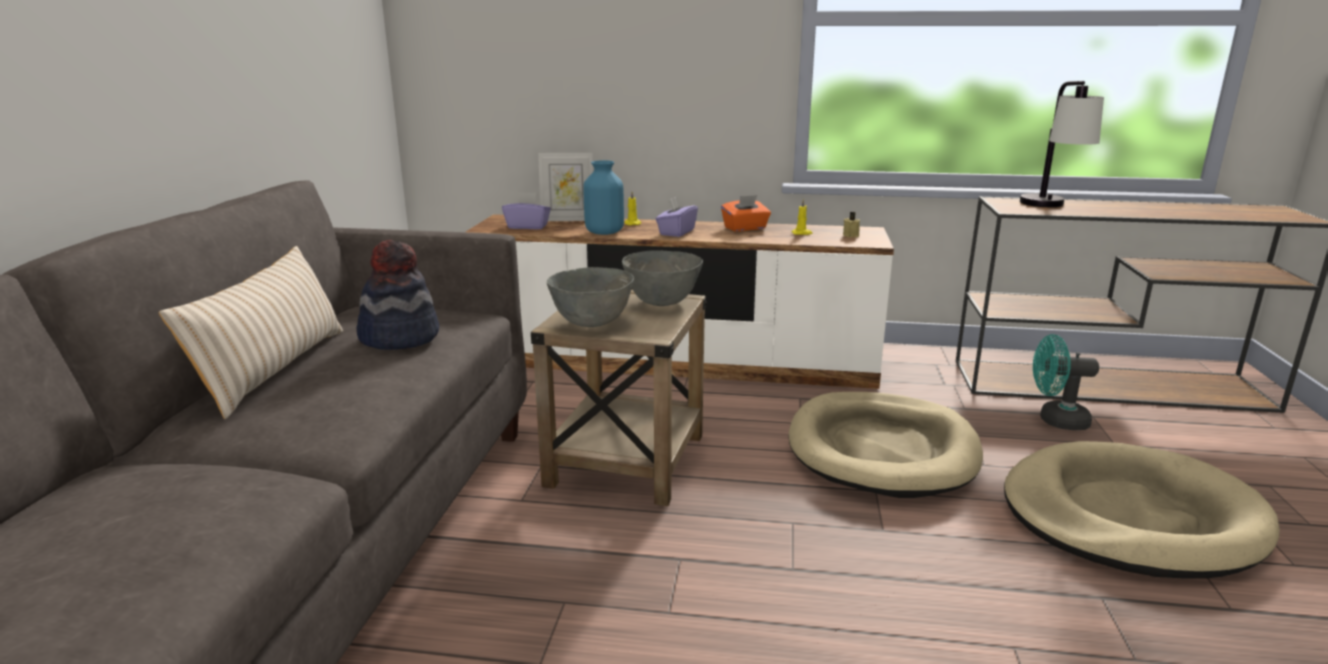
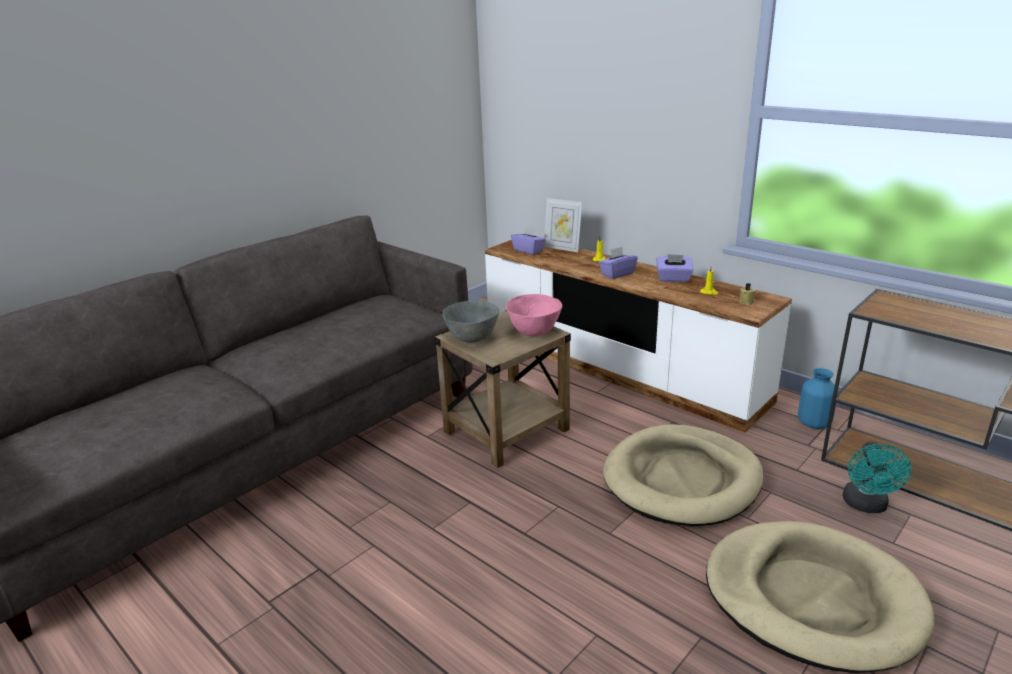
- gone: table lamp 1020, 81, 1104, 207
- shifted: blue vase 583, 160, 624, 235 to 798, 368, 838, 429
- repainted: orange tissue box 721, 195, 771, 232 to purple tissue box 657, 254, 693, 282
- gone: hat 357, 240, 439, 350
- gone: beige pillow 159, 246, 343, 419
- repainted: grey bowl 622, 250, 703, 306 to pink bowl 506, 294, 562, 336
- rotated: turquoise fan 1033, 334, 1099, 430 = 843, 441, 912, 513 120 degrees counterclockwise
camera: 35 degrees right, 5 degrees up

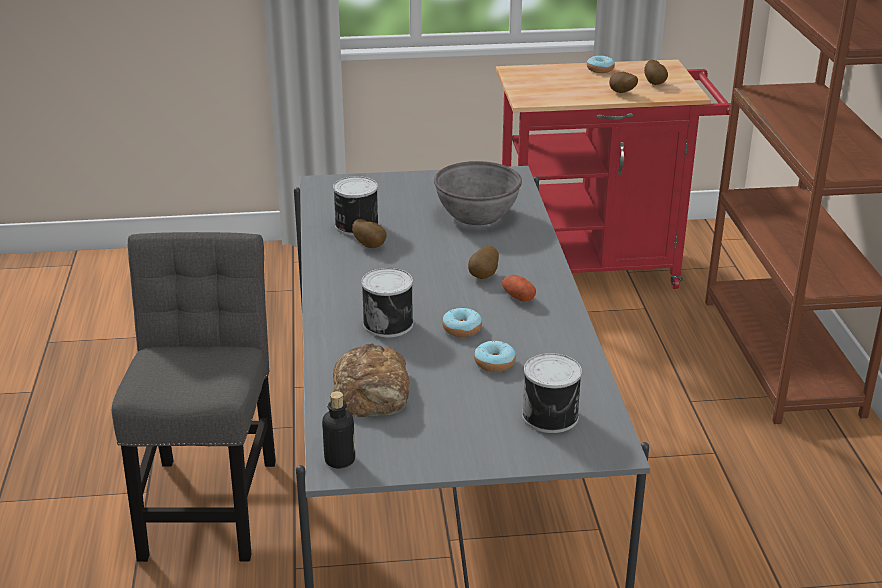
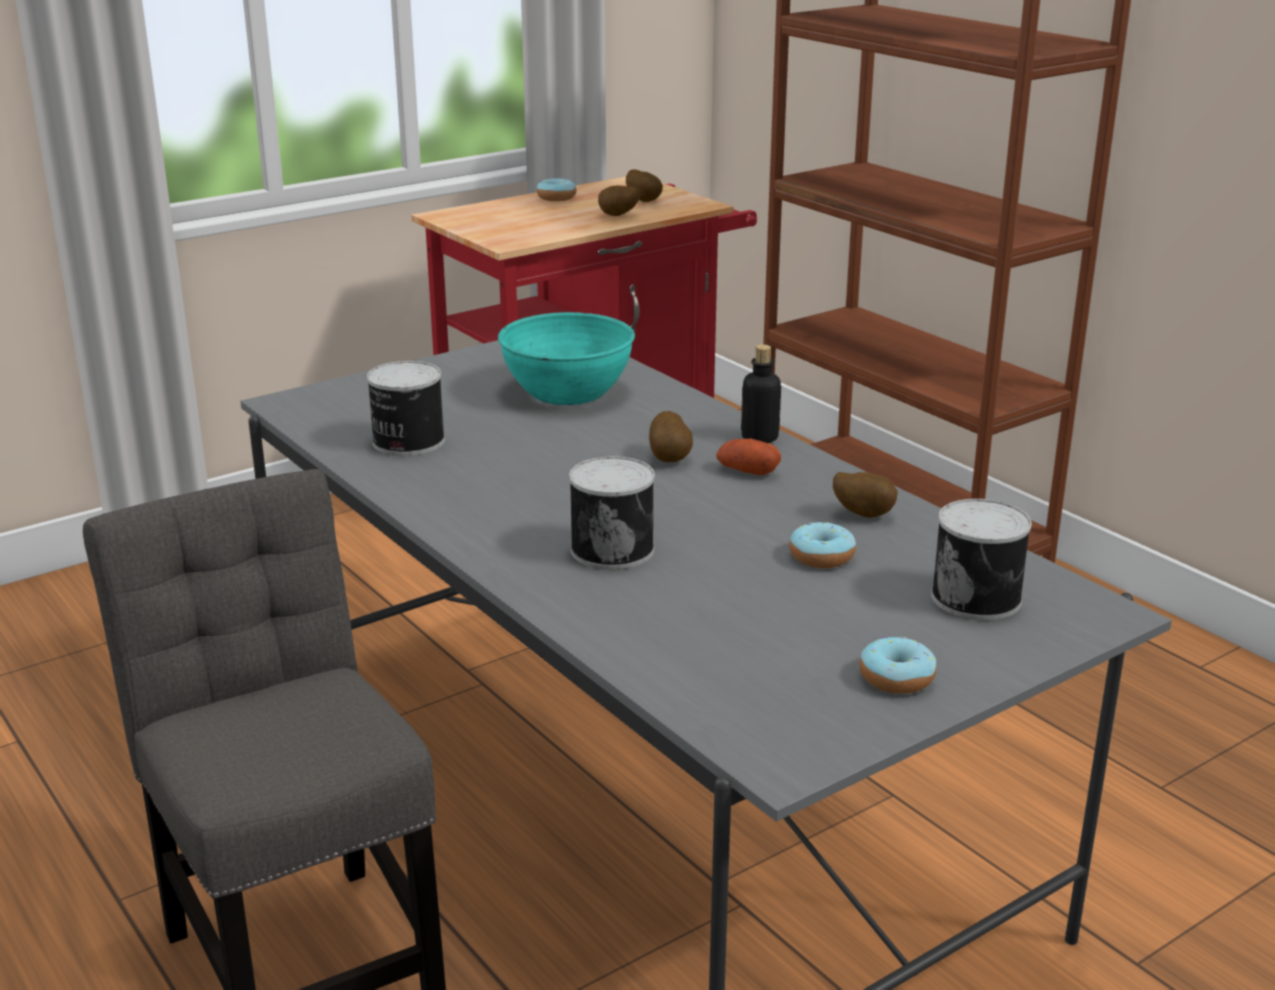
- repainted: grey bowl 434, 161, 522, 225 to turquoise bowl 498, 312, 635, 405
- shifted: potato 352, 219, 386, 248 to 833, 472, 898, 518
- shifted: donut 442, 307, 482, 337 to 859, 637, 937, 694
- gone: bread 333, 343, 410, 418
- shifted: bottle 322, 391, 355, 468 to 741, 344, 781, 443
camera: 30 degrees left, 5 degrees down

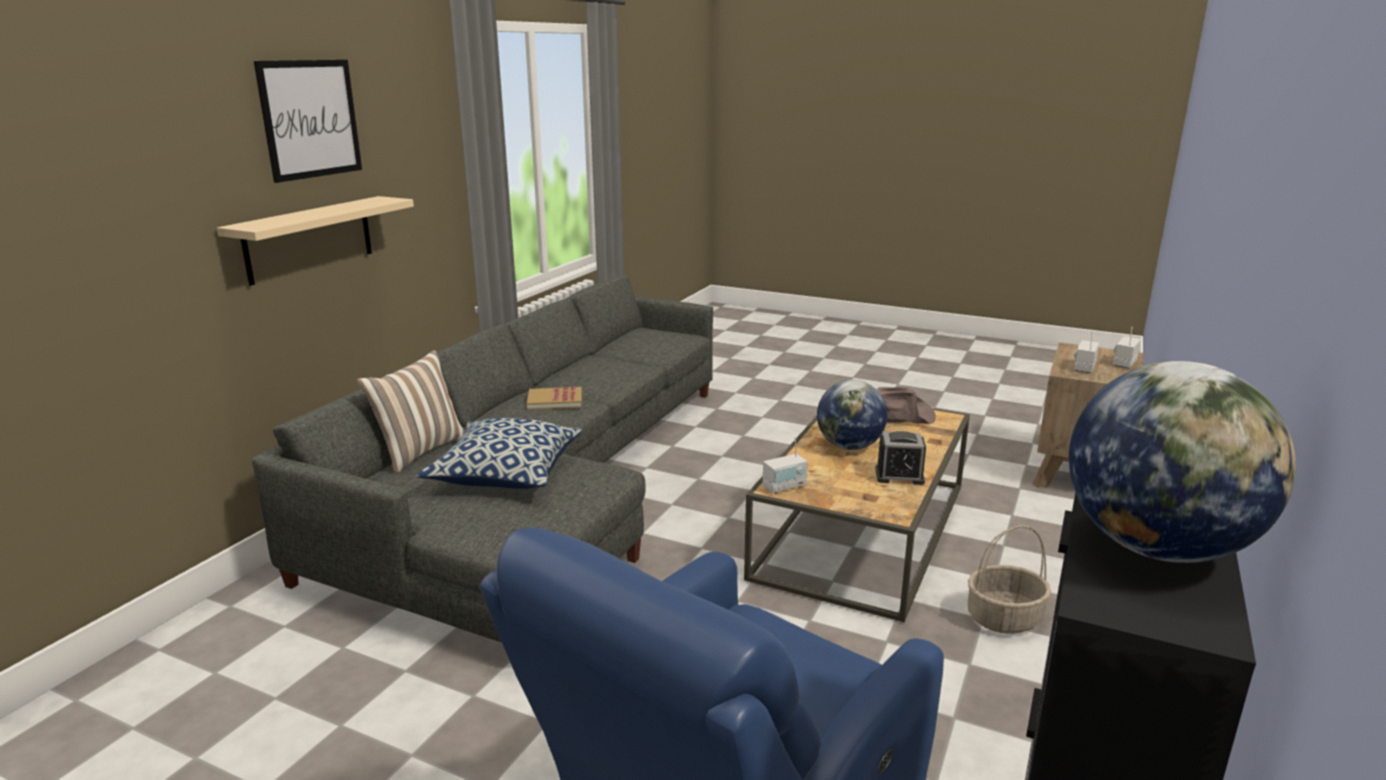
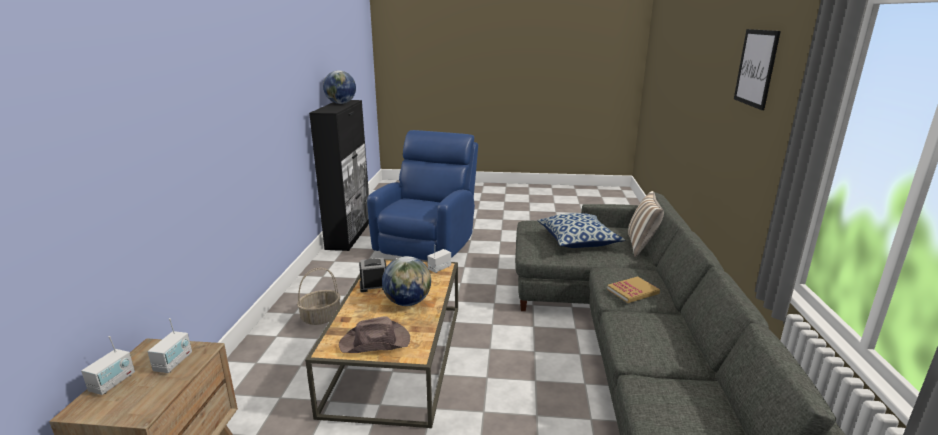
- gone: beige shelf 217, 196, 414, 286
camera: 160 degrees right, 0 degrees up

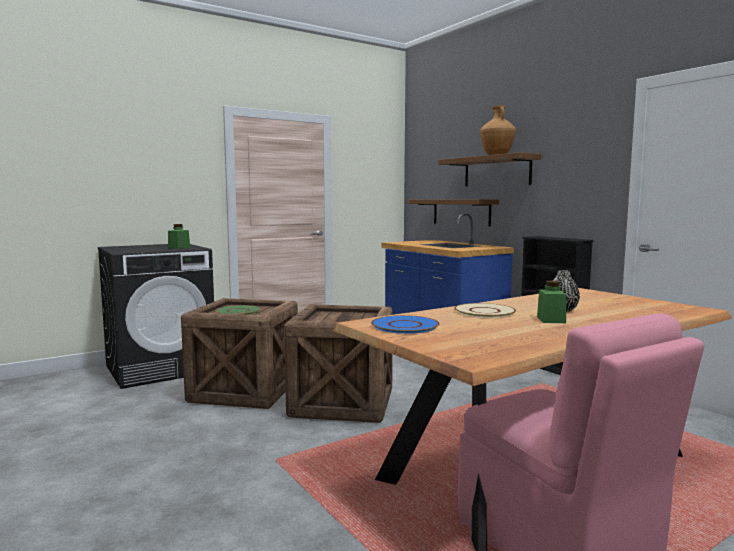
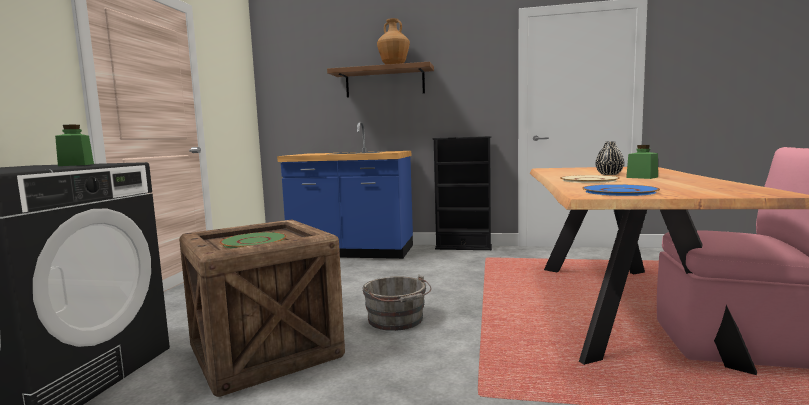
- gone: brown shelf 409, 199, 499, 227
- swapped: crate 284, 304, 393, 423 to grey bucket 362, 274, 432, 331
camera: 45 degrees left, 0 degrees up

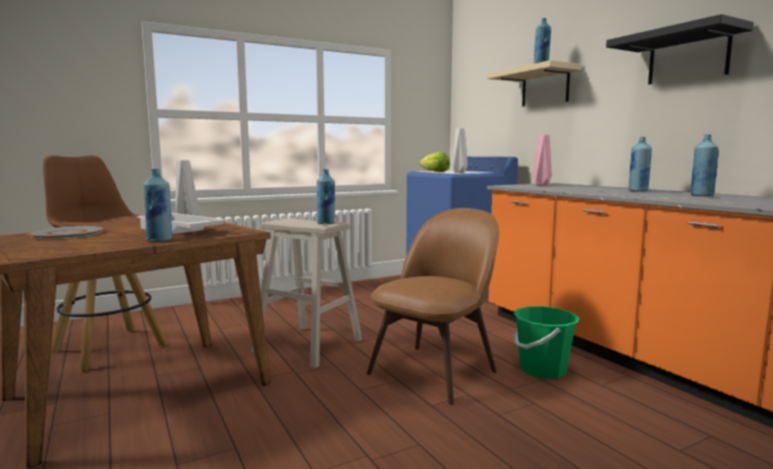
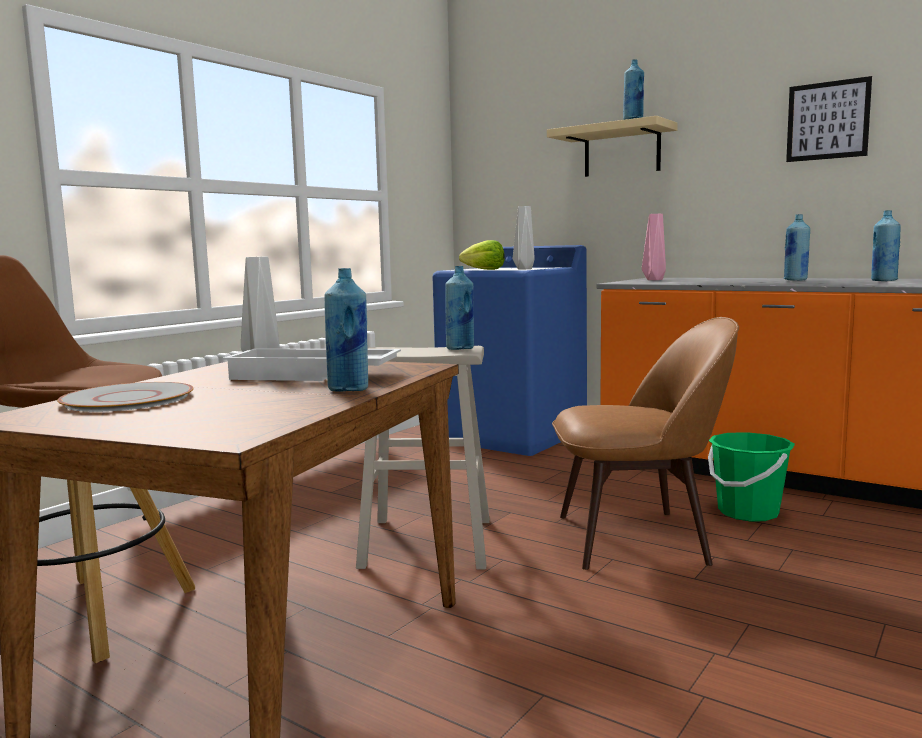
- swapped: black shelf 606, 14, 754, 84 to picture 786, 76, 872, 162
- rotated: brown chair 367, 208, 499, 405 = 552, 317, 739, 570 75 degrees clockwise
camera: 25 degrees left, 0 degrees up

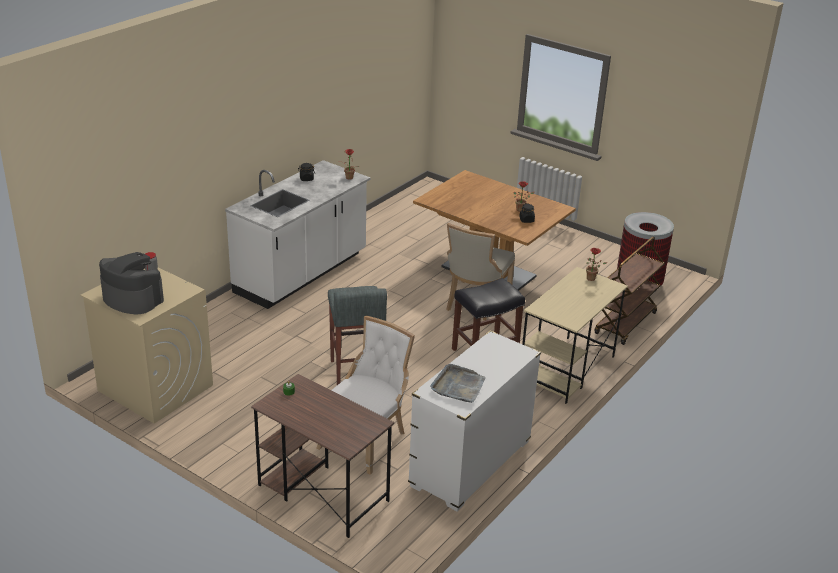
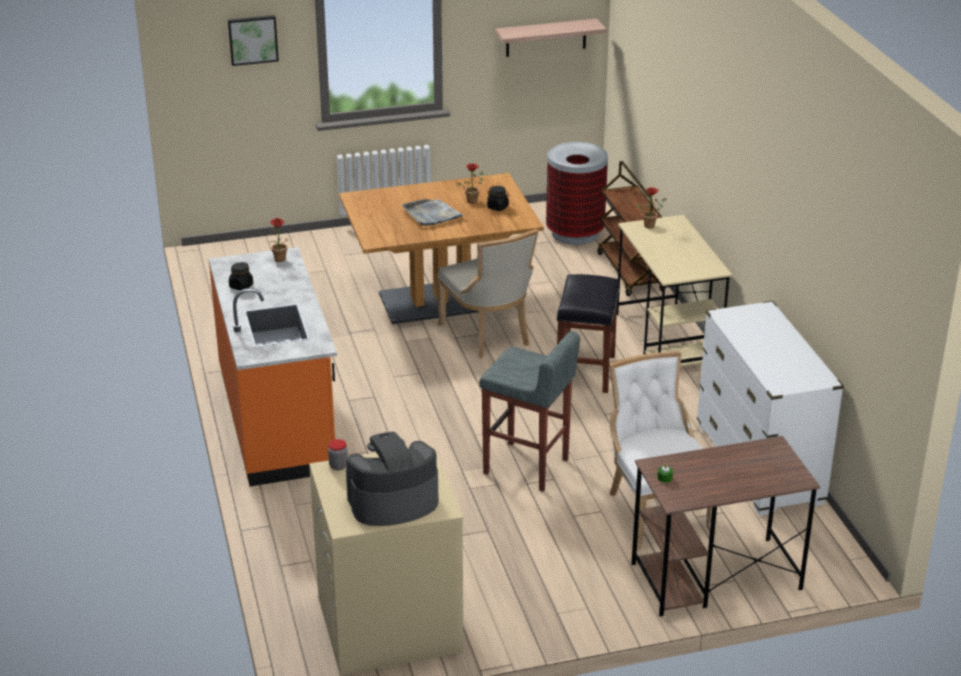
- repainted: white counter 225, 160, 370, 309 to orange counter 208, 247, 337, 486
- shifted: grey tray 430, 364, 486, 403 to 403, 199, 464, 226
- new: picture 228, 15, 279, 66
- new: shelf 495, 19, 607, 57
camera: 50 degrees left, 0 degrees up

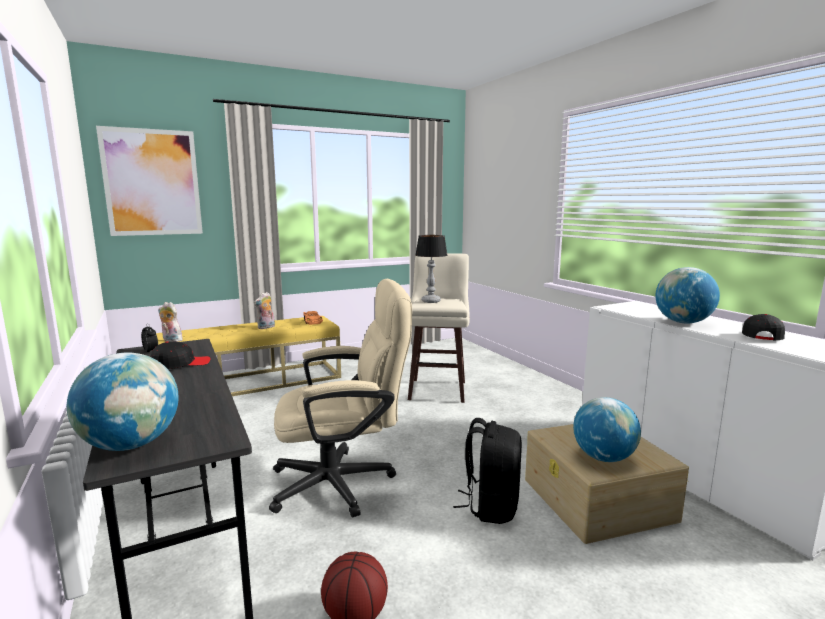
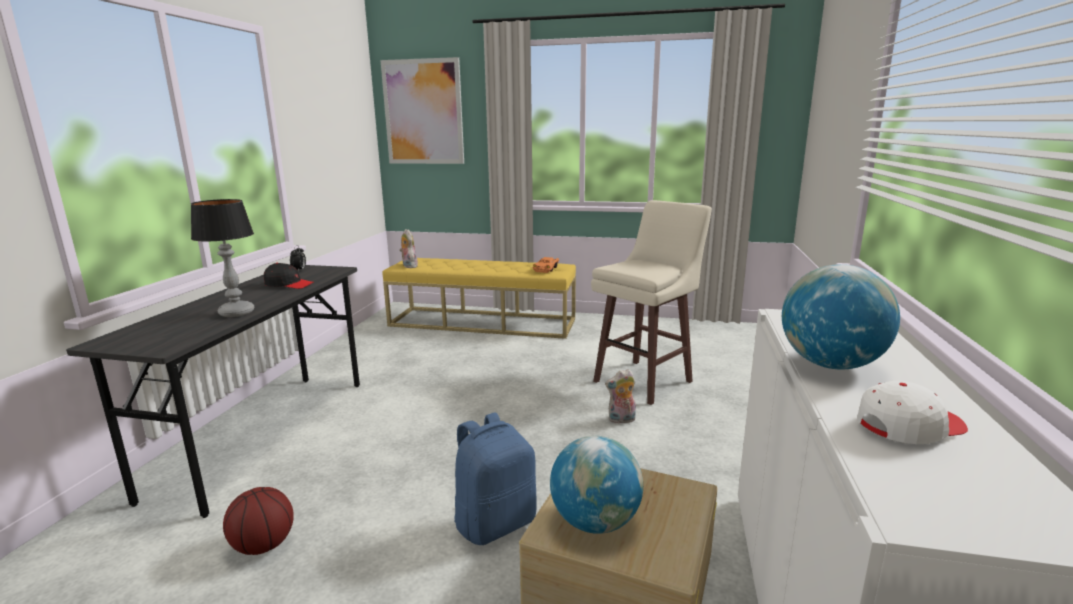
- shifted: table lamp 415, 235, 448, 303 to 191, 199, 254, 317
- gone: beige office chair 269, 279, 412, 517
- shifted: plush toy 254, 292, 275, 329 to 605, 369, 636, 424
- repainted: black cap 742, 314, 785, 340 to white cap 857, 381, 968, 444
- gone: globe 67, 353, 178, 451
- repainted: black backpack 453, 418, 522, 524 to blue backpack 454, 412, 537, 545
camera: 40 degrees right, 5 degrees up

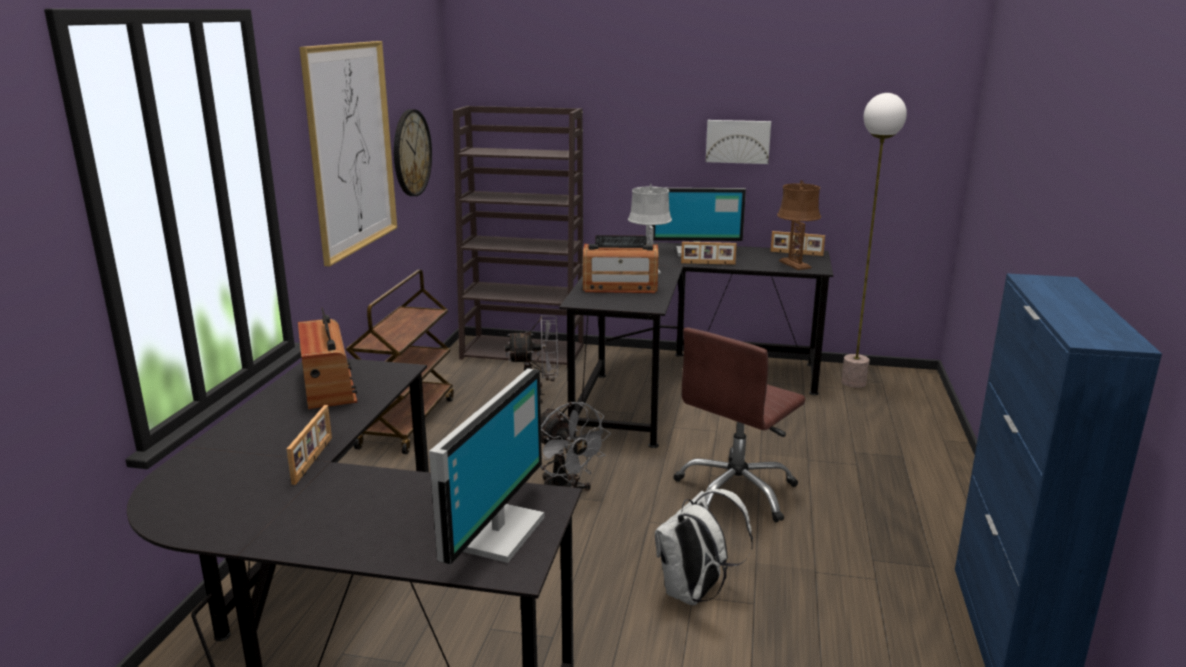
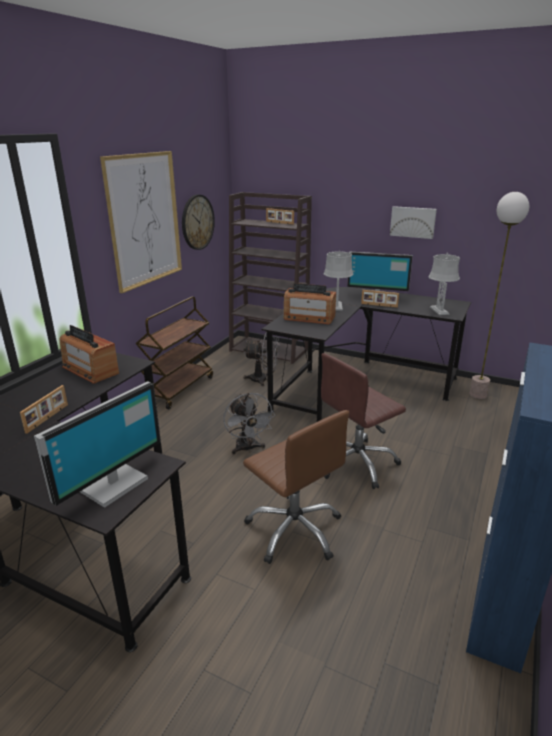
- repainted: brown table lamp 777, 180, 821, 270 to grey table lamp 429, 253, 460, 315
- shifted: picture frame 771, 231, 825, 256 to 266, 208, 294, 225
- rotated: radio 298, 307, 357, 409 = 59, 325, 119, 384 135 degrees clockwise
- swapped: white backpack 655, 489, 753, 606 to brown office chair 243, 410, 349, 564
camera: 15 degrees right, 5 degrees up

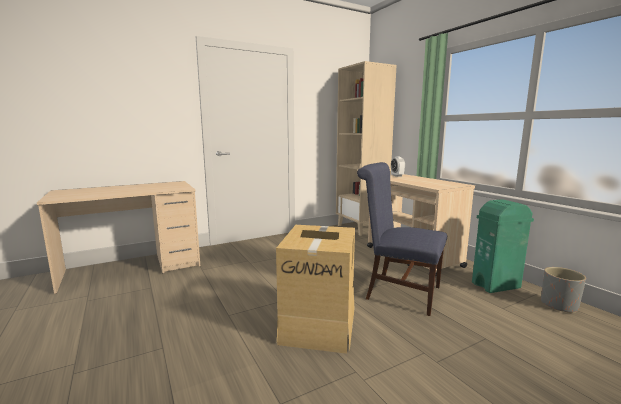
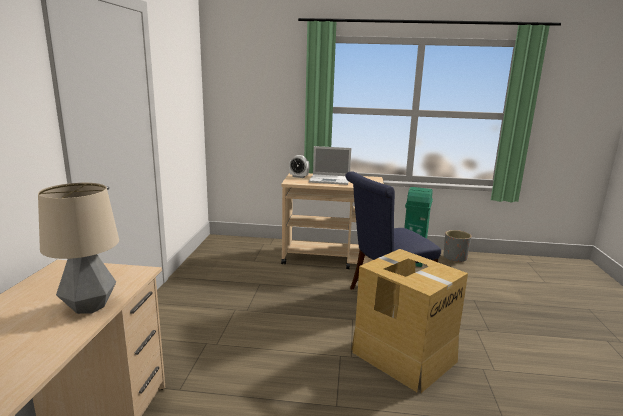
- gone: beige bookcase 336, 61, 397, 236
- new: laptop 309, 146, 351, 185
- new: table lamp 38, 183, 119, 314
camera: 55 degrees left, 5 degrees up

